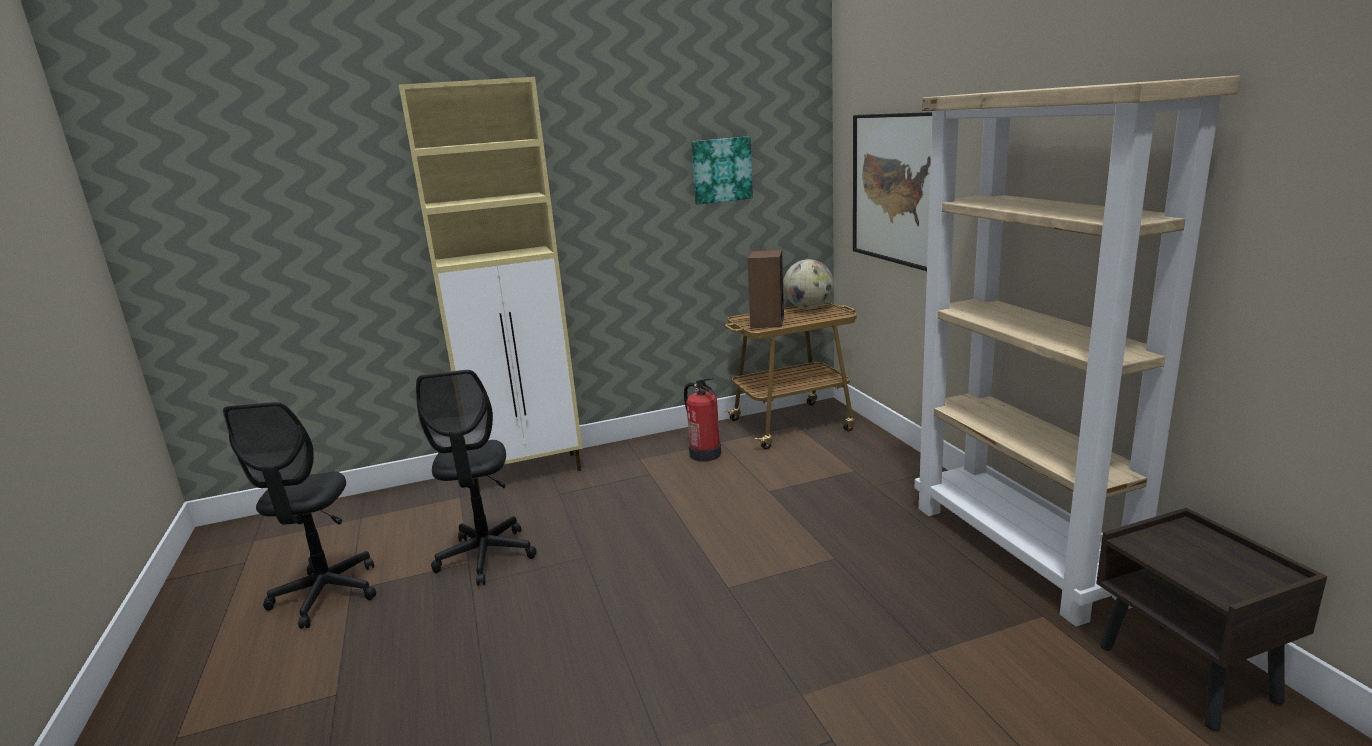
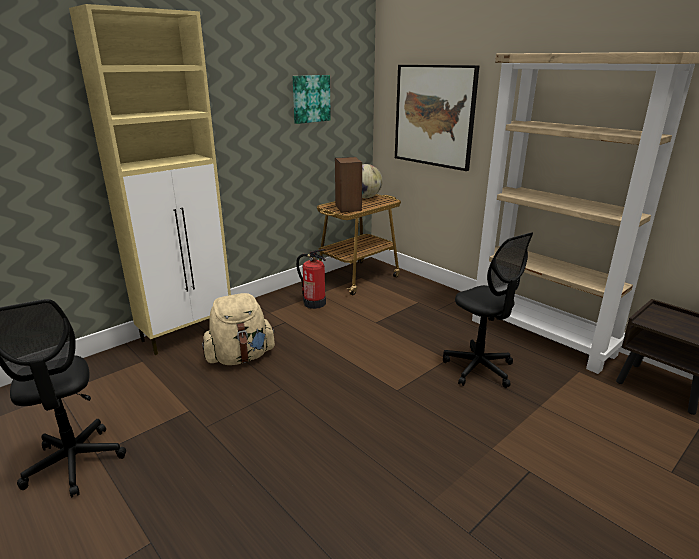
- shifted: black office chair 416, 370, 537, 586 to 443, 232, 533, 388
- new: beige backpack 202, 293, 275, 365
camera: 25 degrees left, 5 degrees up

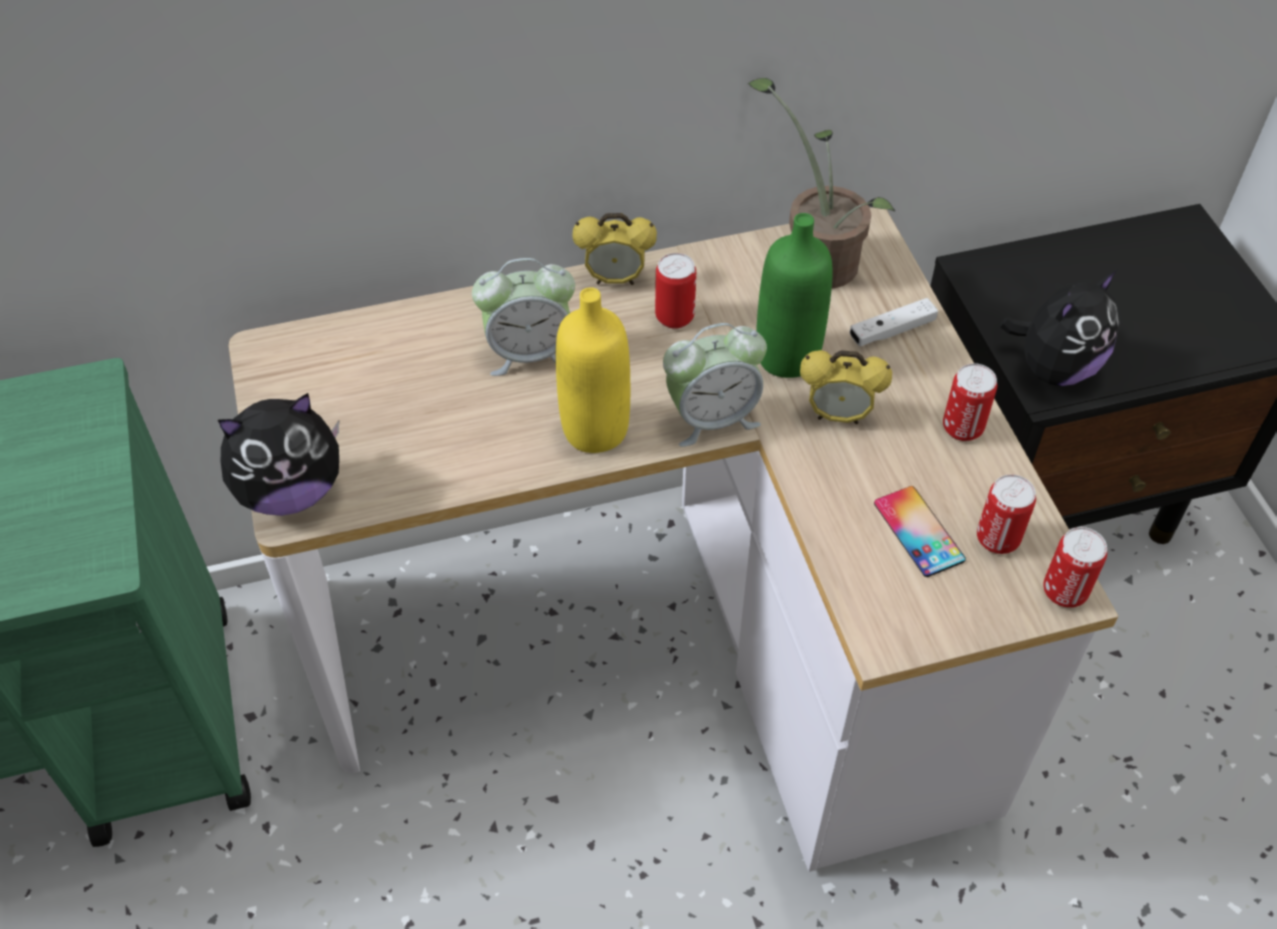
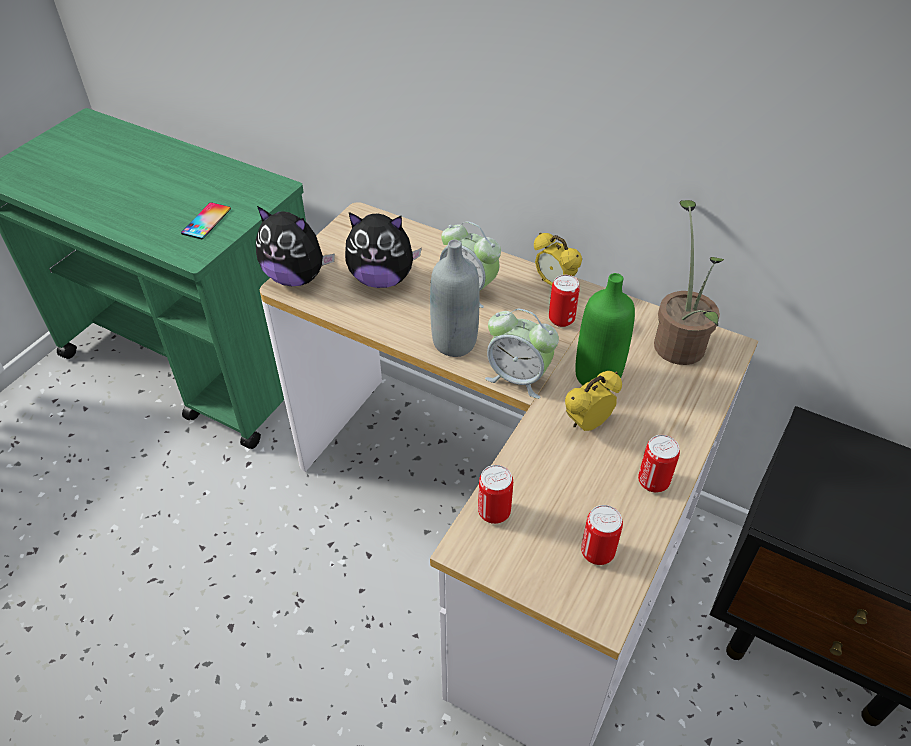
- shifted: plush toy 1000, 270, 1119, 386 to 345, 212, 422, 288
- repainted: yellow bottle 556, 287, 631, 453 to grey bottle 430, 239, 480, 357
- gone: white game controller 850, 298, 938, 346
- rotated: alarm clock 800, 350, 892, 424 = 565, 371, 622, 431 90 degrees clockwise
- shifted: phone 874, 486, 966, 577 to 181, 202, 231, 239
- shifted: can 1043, 527, 1107, 608 to 478, 465, 513, 524
camera: 45 degrees right, 5 degrees down

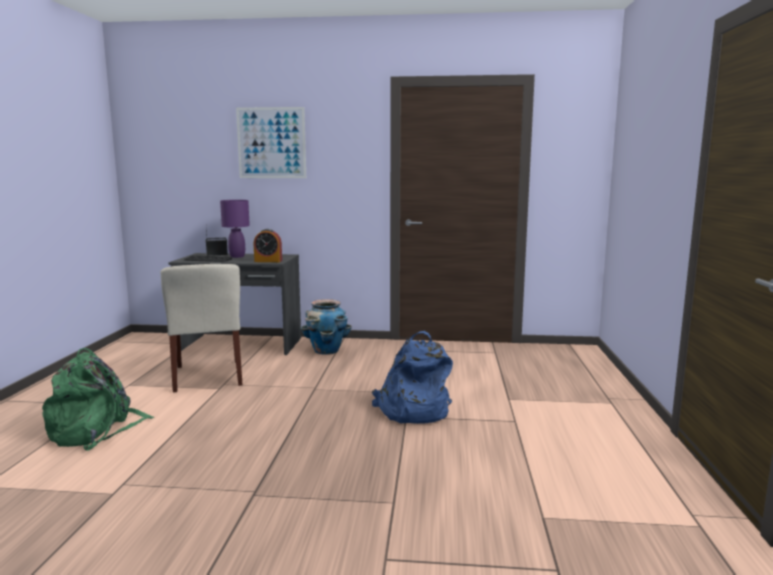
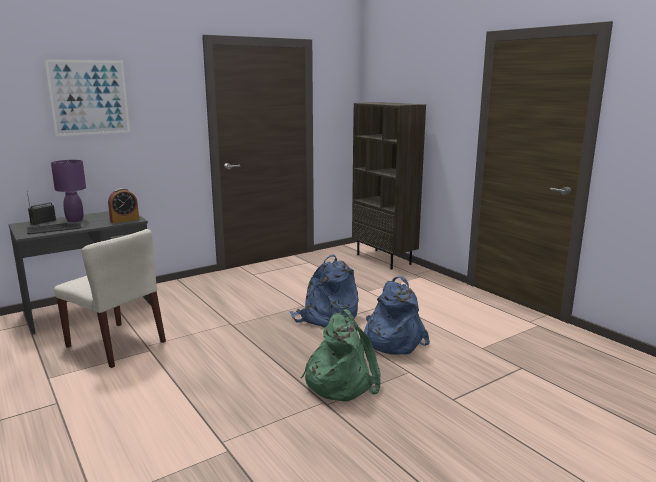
- gone: planter 300, 299, 352, 355
- shifted: green backpack 42, 348, 154, 451 to 301, 309, 381, 401
- new: brown bookcase 352, 102, 426, 270
- new: blue backpack 364, 276, 430, 355
camera: 40 degrees left, 5 degrees up

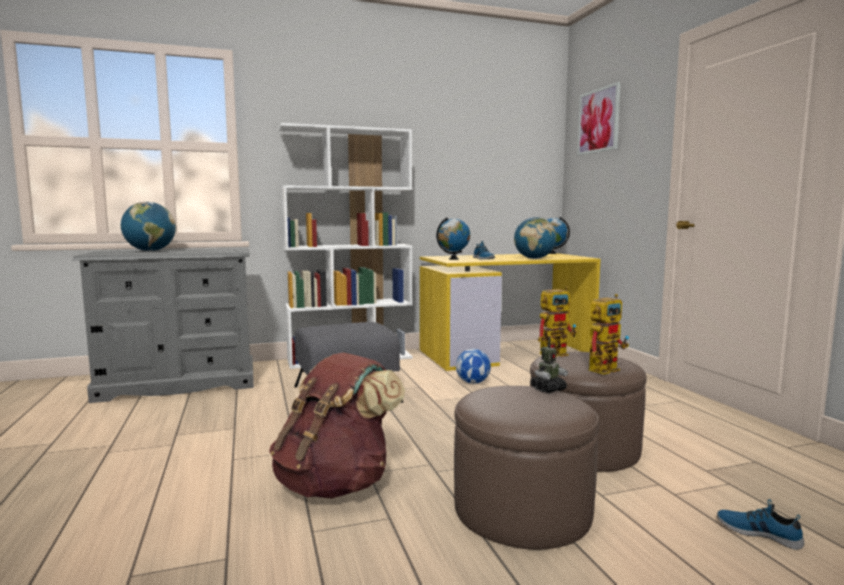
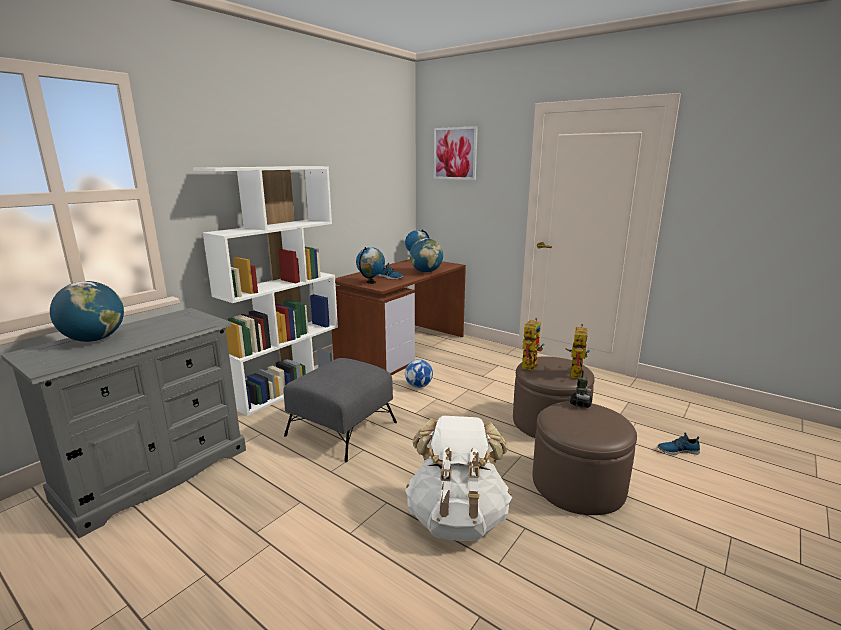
- repainted: yellow desk 420, 253, 601, 371 to brown desk 332, 259, 466, 376
- repainted: brown backpack 269, 353, 405, 499 to white backpack 405, 416, 512, 541
camera: 35 degrees left, 10 degrees up

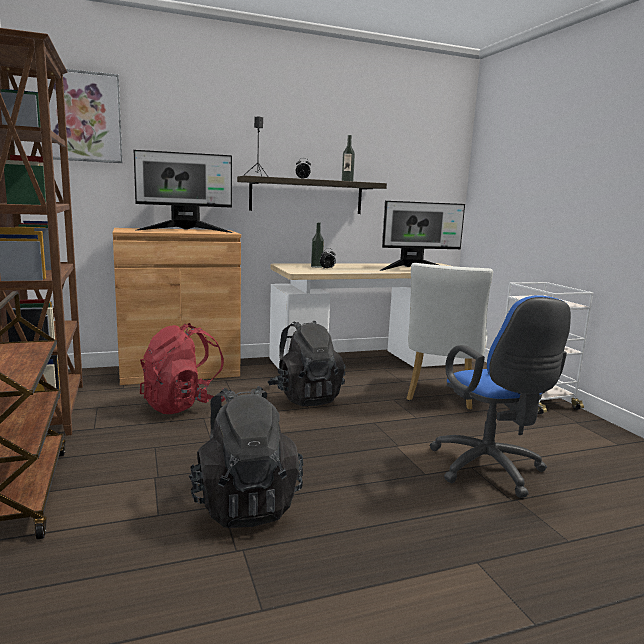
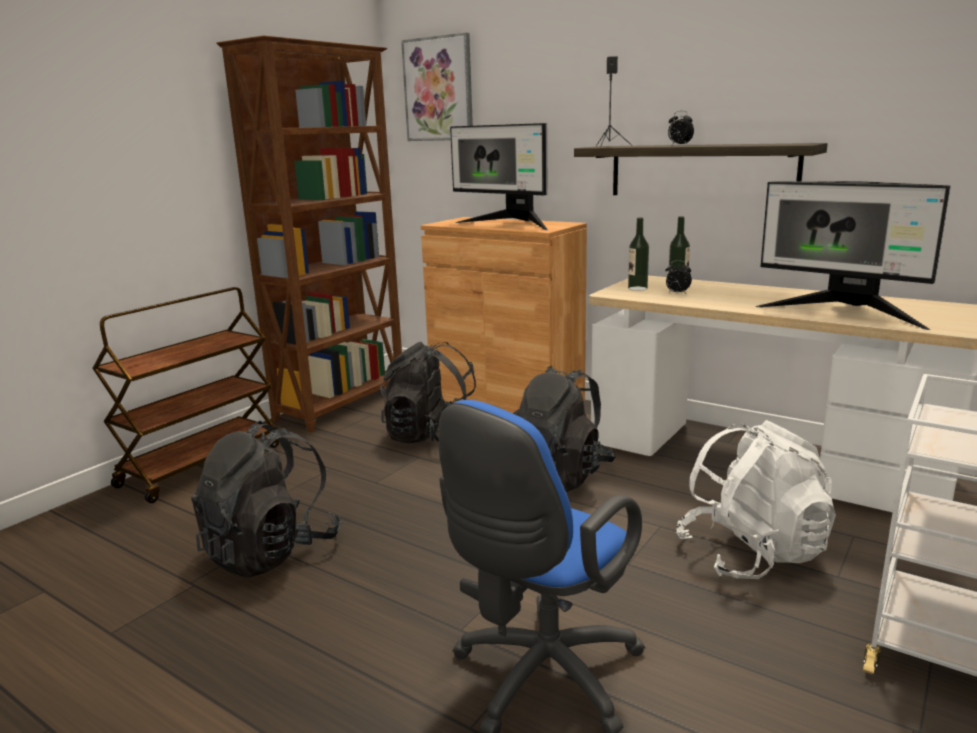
- shifted: bottle 342, 135, 355, 181 to 628, 218, 649, 291
- swapped: white chair 407, 263, 493, 410 to white backpack 676, 420, 836, 579
- repainted: red backpack 140, 323, 225, 414 to black backpack 380, 342, 476, 443
camera: 55 degrees right, 5 degrees up

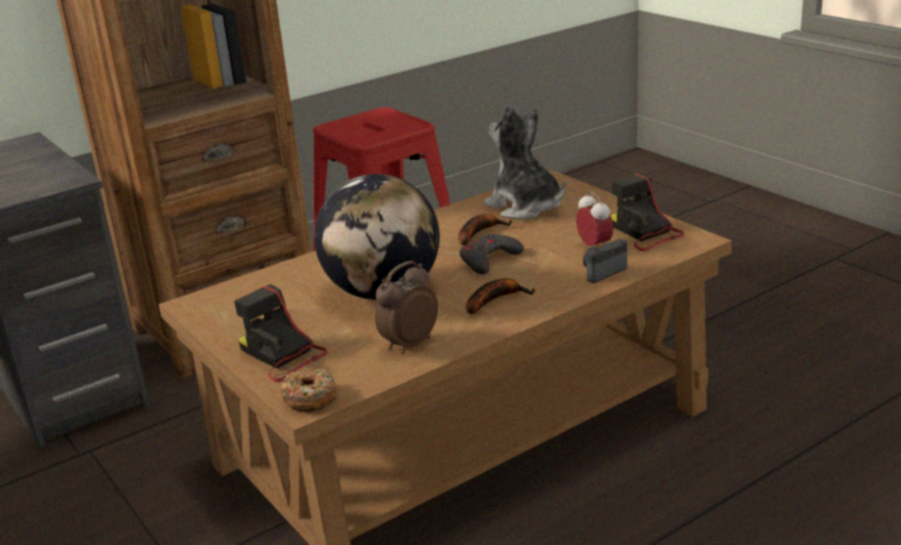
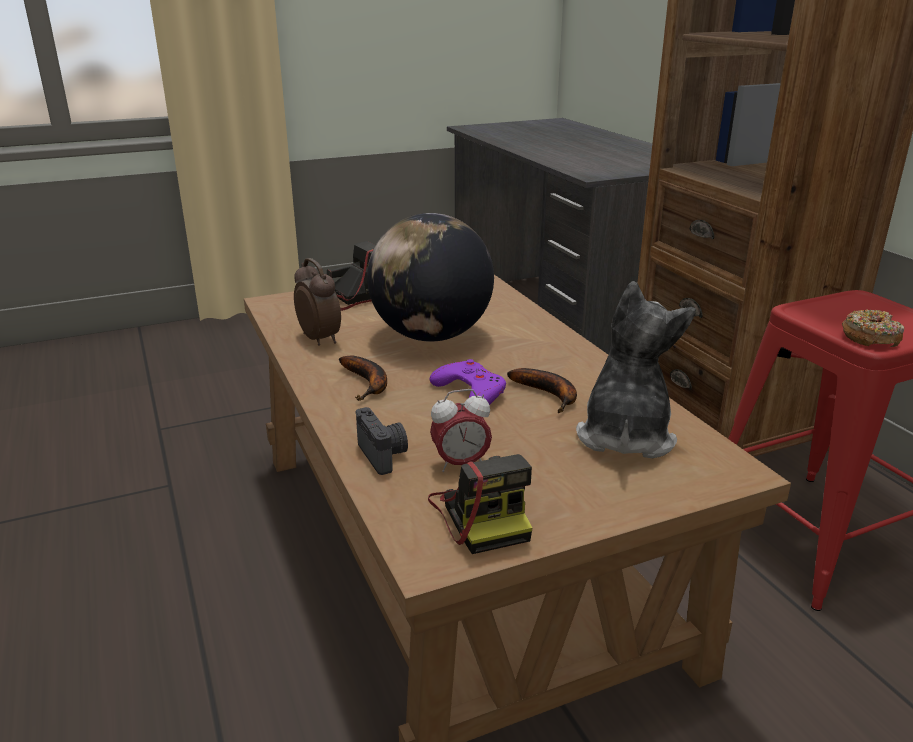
- rotated: plush toy 484, 105, 566, 220 = 576, 281, 696, 458 45 degrees counterclockwise
- rotated: photo camera 611, 173, 684, 251 = 428, 454, 532, 554 90 degrees clockwise
- repainted: grey game controller 459, 234, 524, 275 to purple game controller 430, 359, 506, 405
- shifted: donut 281, 369, 338, 412 to 842, 309, 904, 347
camera: 100 degrees right, 0 degrees up

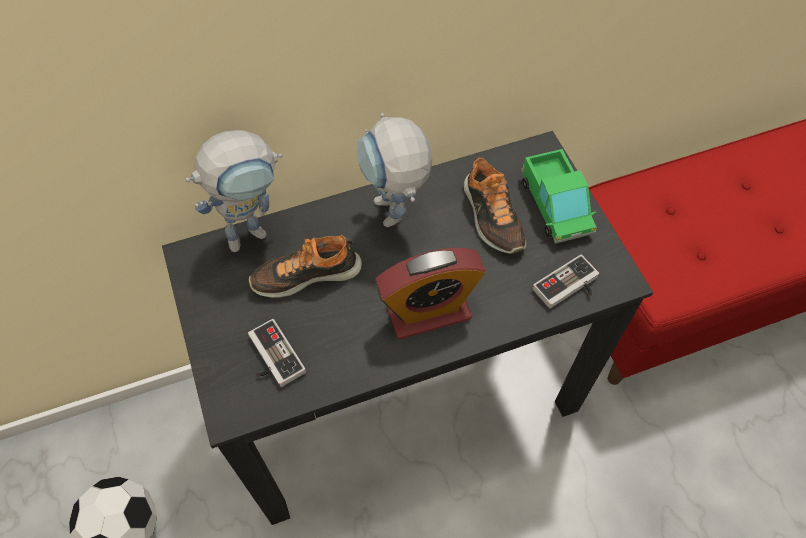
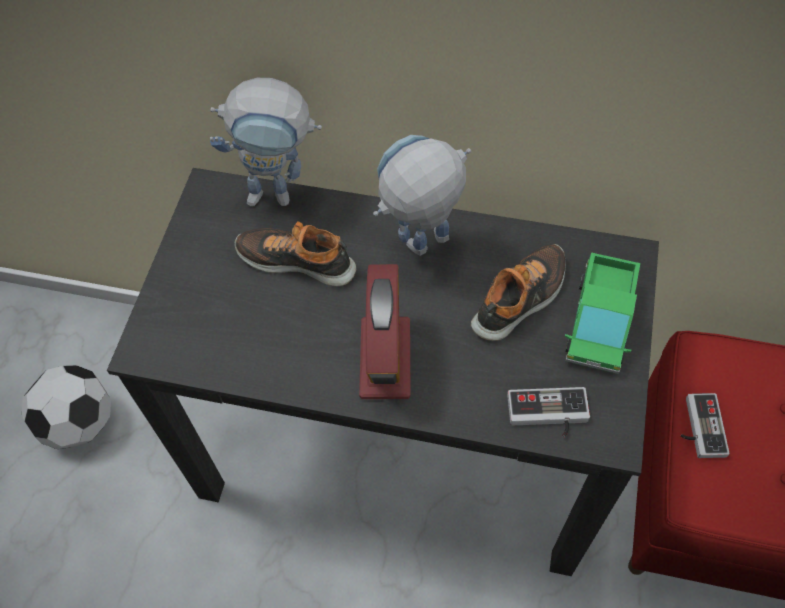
- rotated: toy robot 357, 113, 432, 228 = 373, 135, 471, 256 45 degrees clockwise
- rotated: shoe 464, 155, 526, 254 = 471, 244, 566, 341 150 degrees counterclockwise
- rotated: alarm clock 375, 248, 486, 339 = 359, 264, 411, 399 105 degrees counterclockwise
- shifted: game controller 248, 319, 306, 387 to 681, 393, 730, 458
camera: 35 degrees right, 0 degrees up

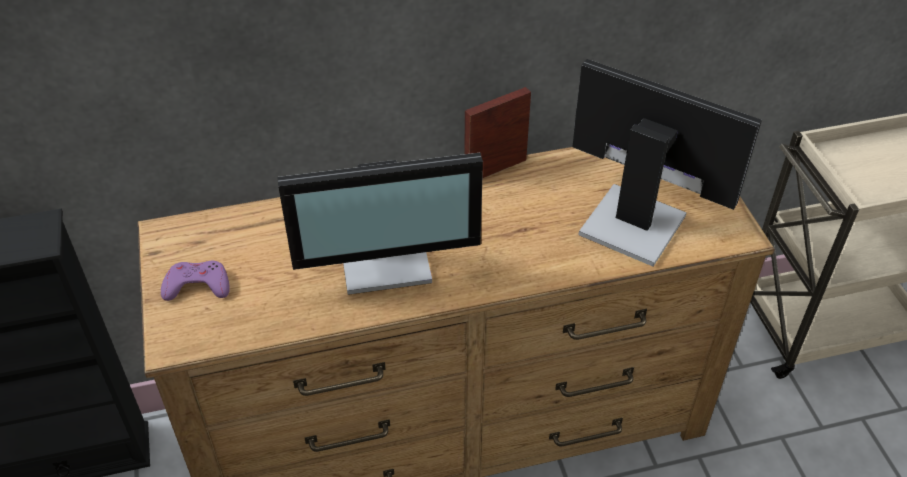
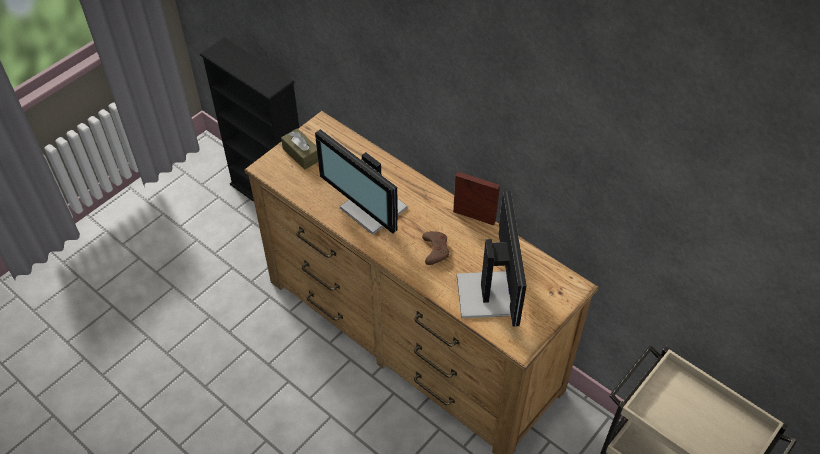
- swapped: purple game controller 161, 261, 230, 301 to brown tissue box 281, 128, 318, 170
- new: brown game controller 422, 231, 449, 265
camera: 55 degrees right, 5 degrees up

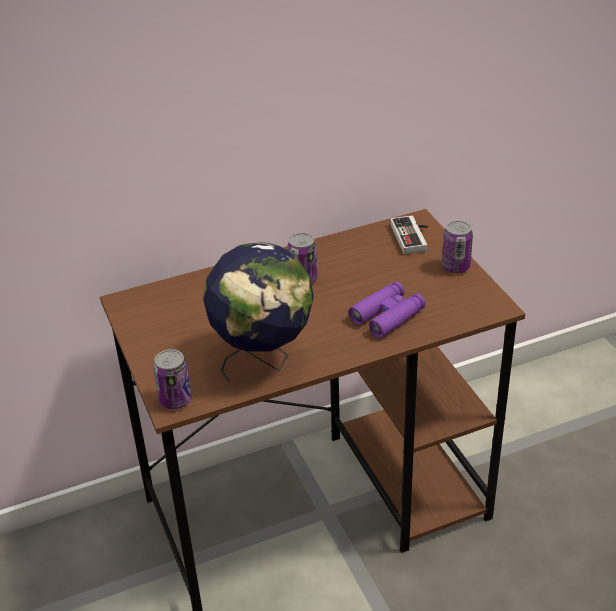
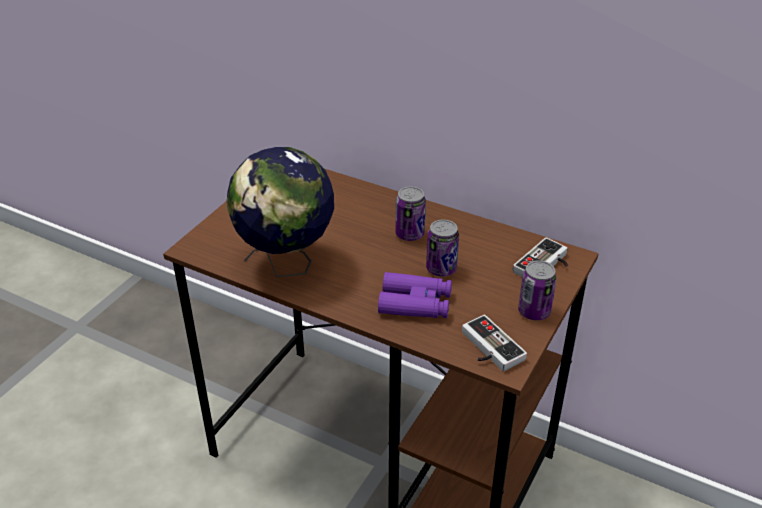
- shifted: can 153, 349, 192, 409 to 426, 220, 459, 277
- new: game controller 462, 315, 527, 372
camera: 50 degrees right, 0 degrees up

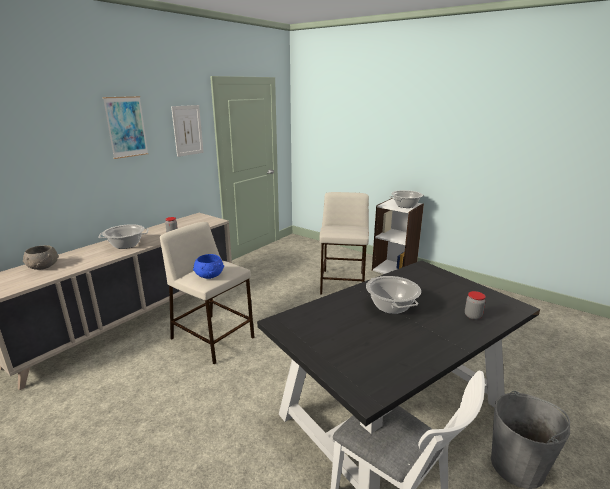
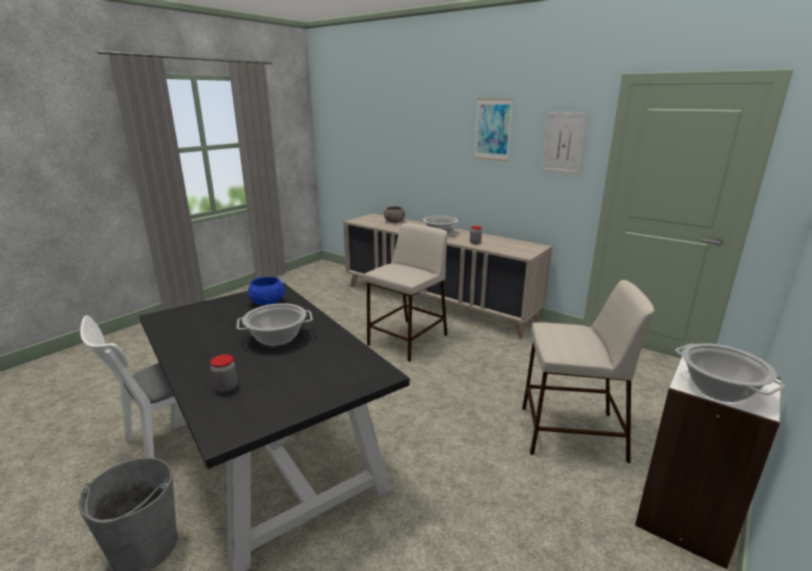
- shifted: blue bowl 193, 254, 224, 279 to 247, 277, 285, 306
camera: 90 degrees right, 0 degrees up

